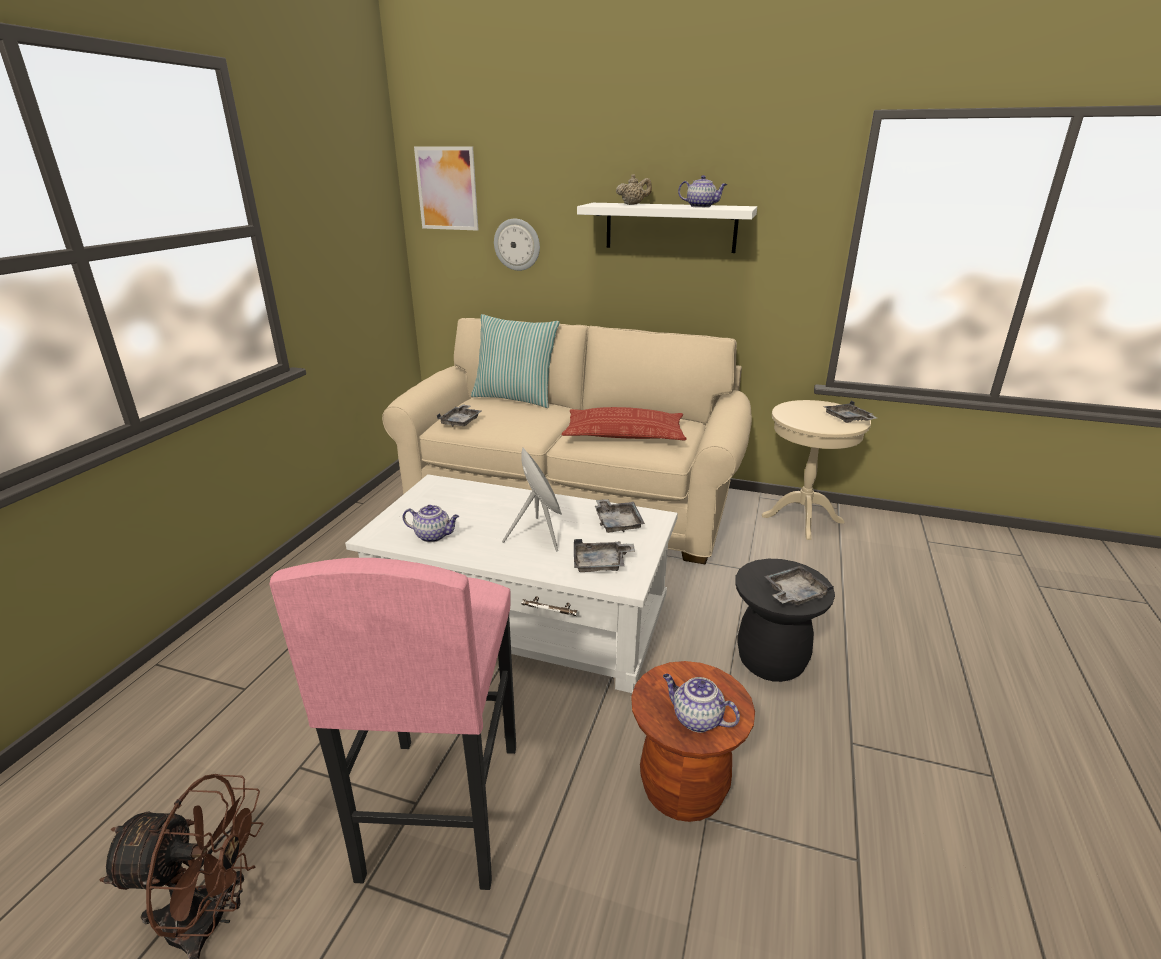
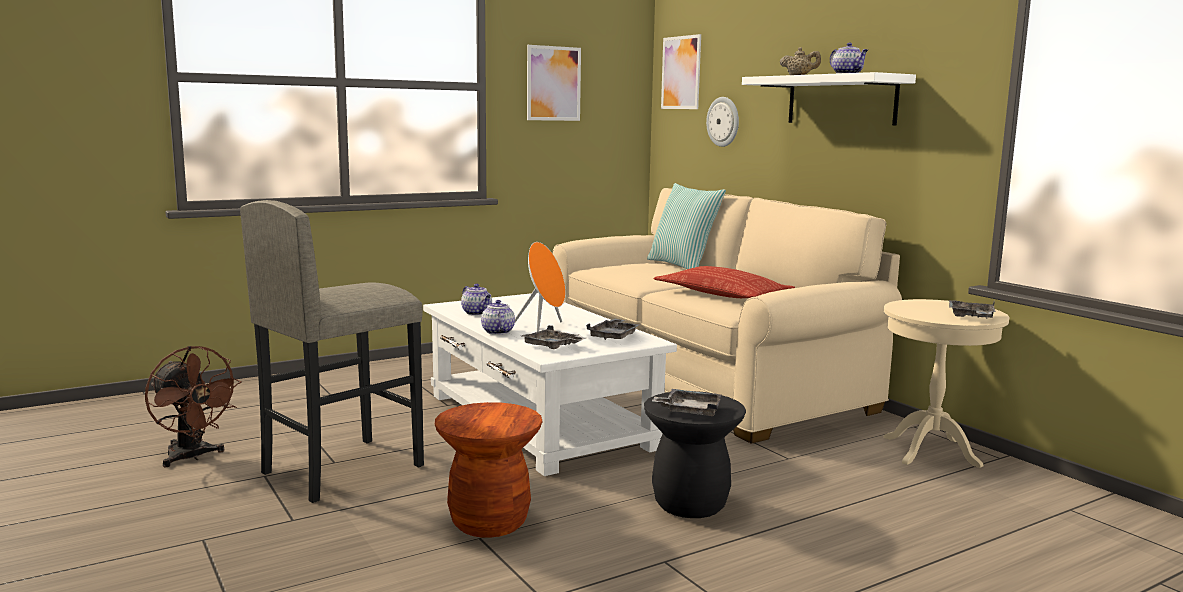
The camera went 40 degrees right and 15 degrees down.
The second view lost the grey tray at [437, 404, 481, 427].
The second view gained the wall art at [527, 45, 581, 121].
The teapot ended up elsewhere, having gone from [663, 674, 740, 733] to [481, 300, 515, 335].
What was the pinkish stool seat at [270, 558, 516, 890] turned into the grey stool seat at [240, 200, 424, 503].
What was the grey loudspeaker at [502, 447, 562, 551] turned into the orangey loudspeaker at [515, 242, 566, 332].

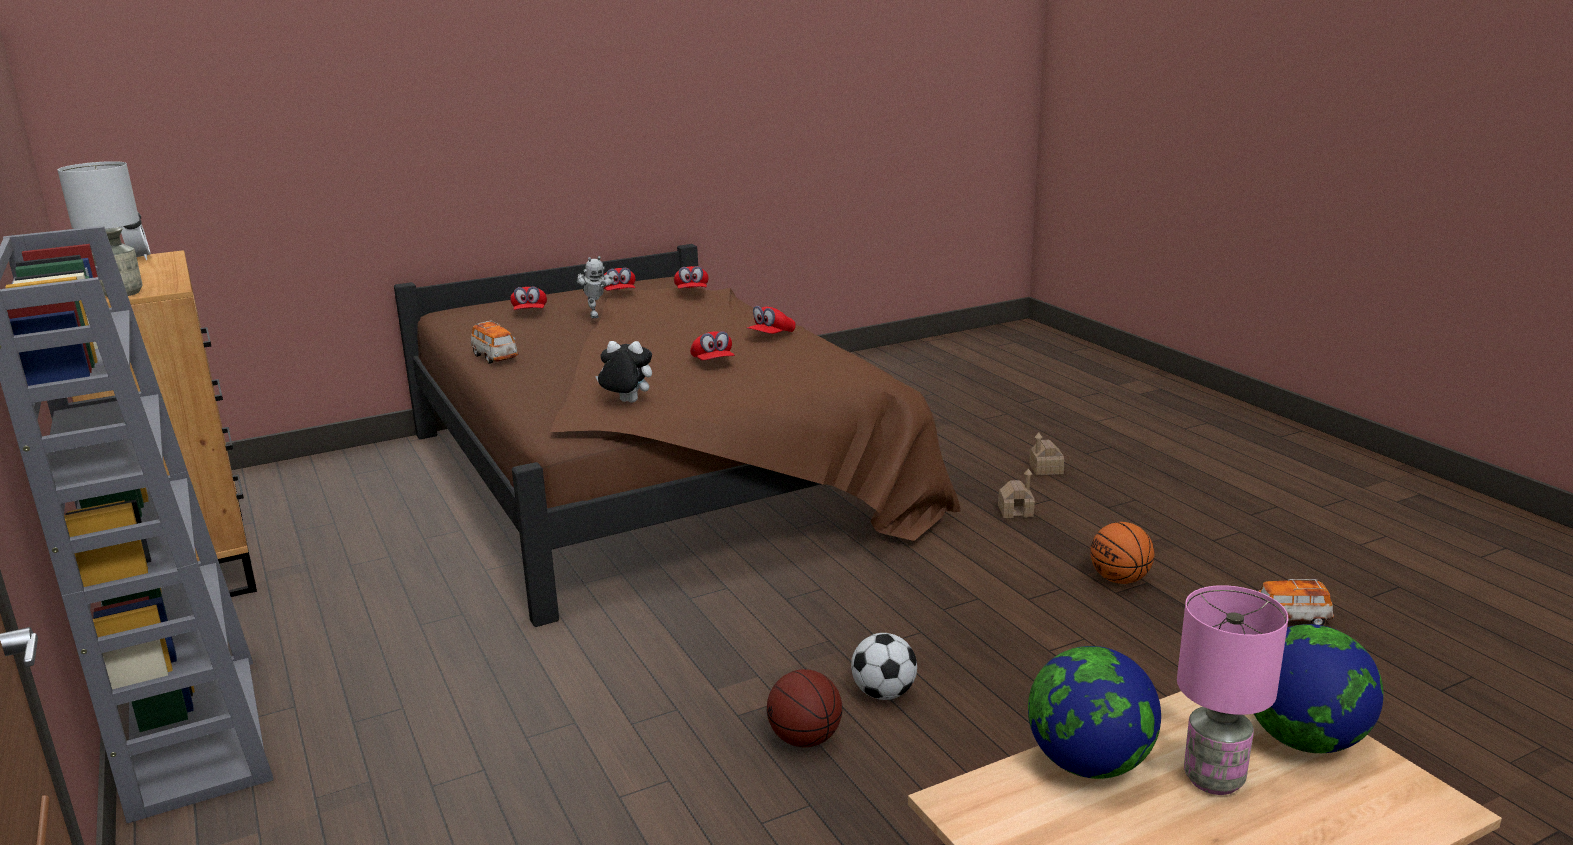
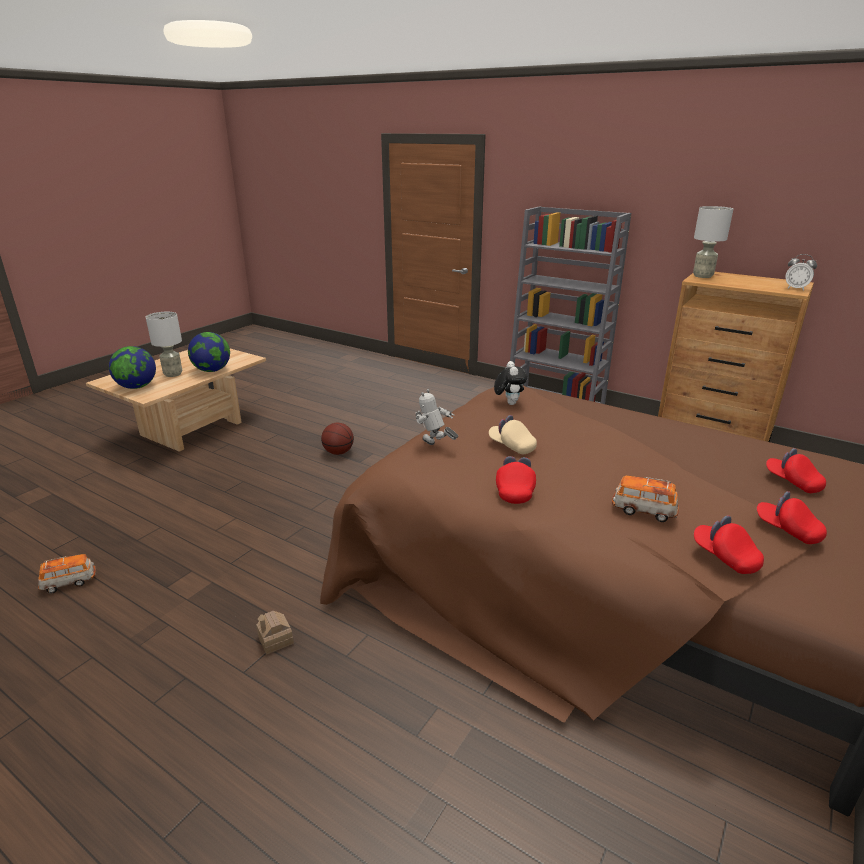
The camera went 150 degrees right and 5 degrees up.
The second view lost the football ball at [851, 633, 917, 700].
The second view lost the model house at [1029, 433, 1064, 475].
The second view lost the basketball at [1090, 522, 1155, 584].
The model car ended up elsewhere, having gone from [471, 320, 518, 364] to [612, 476, 679, 522].
The toy robot ended up elsewhere, having gone from [577, 256, 614, 318] to [416, 389, 458, 445].
What was the reddish cap at [690, 331, 735, 360] turned into the sand-coloured cap at [489, 415, 537, 454].
What was the pinkish table lamp at [1177, 585, 1288, 795] turned into the grey table lamp at [146, 312, 182, 377].
The cuddly toy at [595, 341, 652, 403] ended up facing another way, 75 degrees counterclockwise from before.

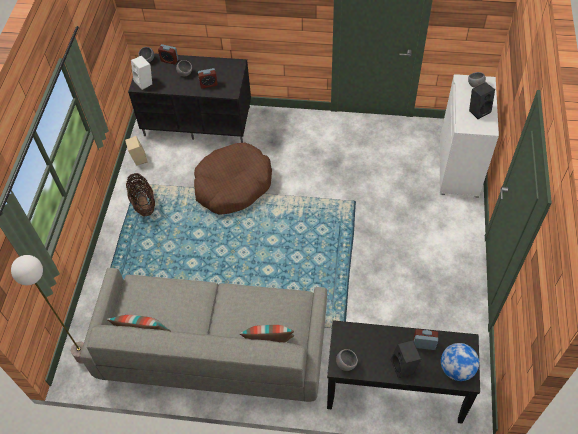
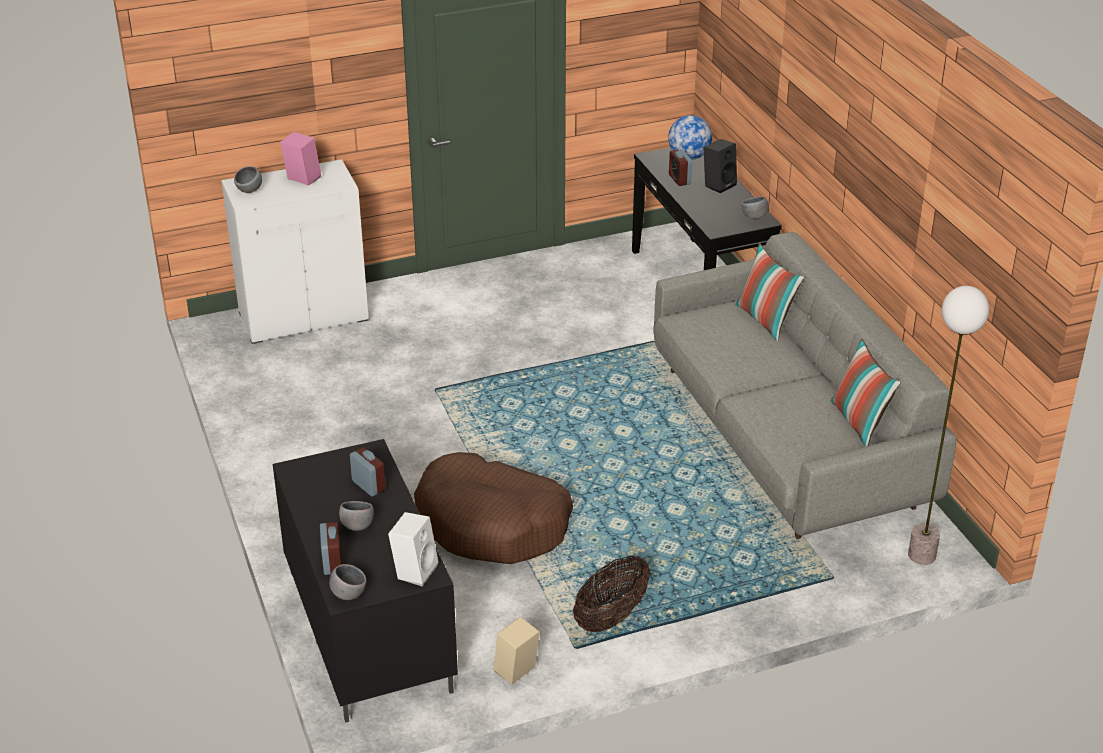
The camera went 120 degrees left and 20 degrees down.
What was the black-coloured loudspeaker at [469, 82, 495, 119] turned into the pinkish loudspeaker at [280, 132, 321, 185].

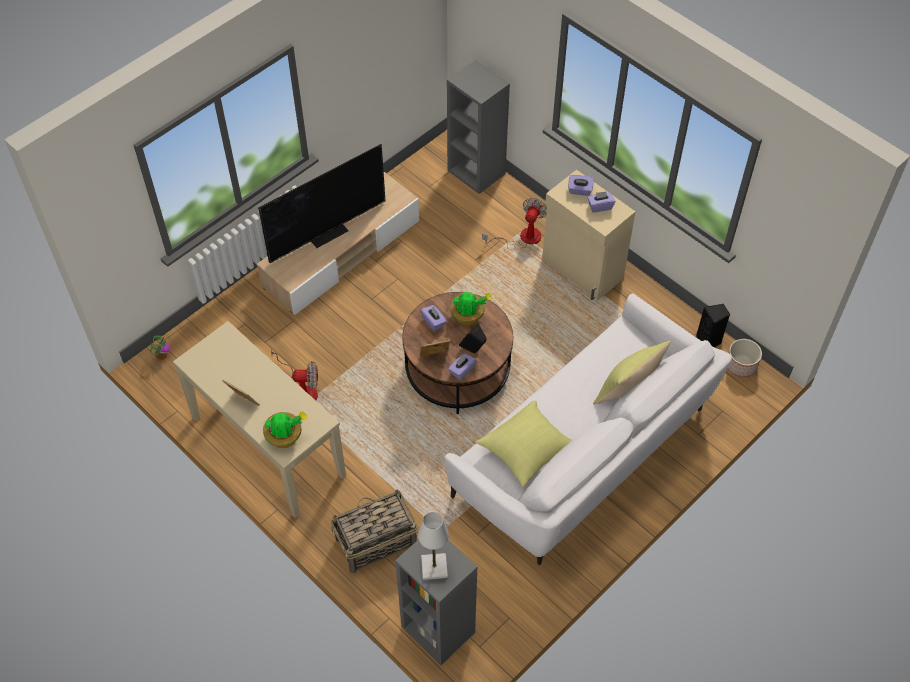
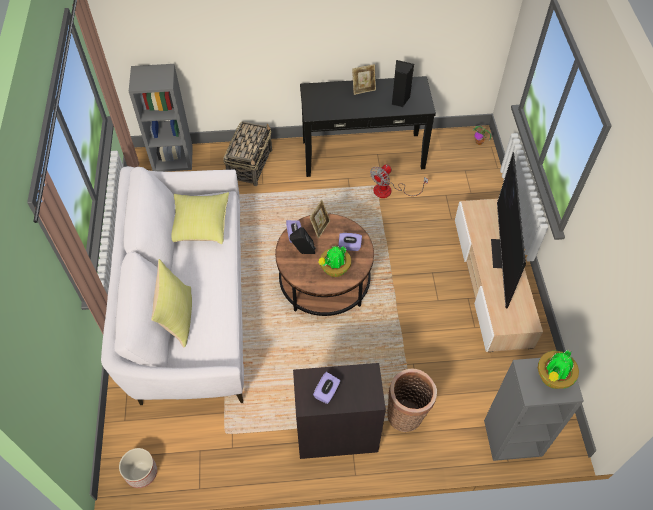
The camera went 130 degrees right and 0 degrees up.
The second view lost the white-coloured table lamp at [418, 512, 449, 580].
The second view lost the purplish tissue box at [568, 175, 594, 196].
The houseplant ended up elsewhere, having gone from [263, 412, 307, 448] to [538, 350, 579, 389].
The black-coloured loudspeaker ended up elsewhere, having gone from [696, 304, 730, 347] to [392, 60, 414, 107].
Where the electric fan stood at [482, 198, 547, 250], the storage basket came to stand at [387, 368, 437, 432].
What was the sand-coloured hall table at [173, 321, 346, 518] turned into the black-coloured hall table at [300, 76, 436, 177].
What was the sand-coloured storage cabinet at [542, 170, 636, 300] turned into the black-coloured storage cabinet at [293, 363, 386, 459].

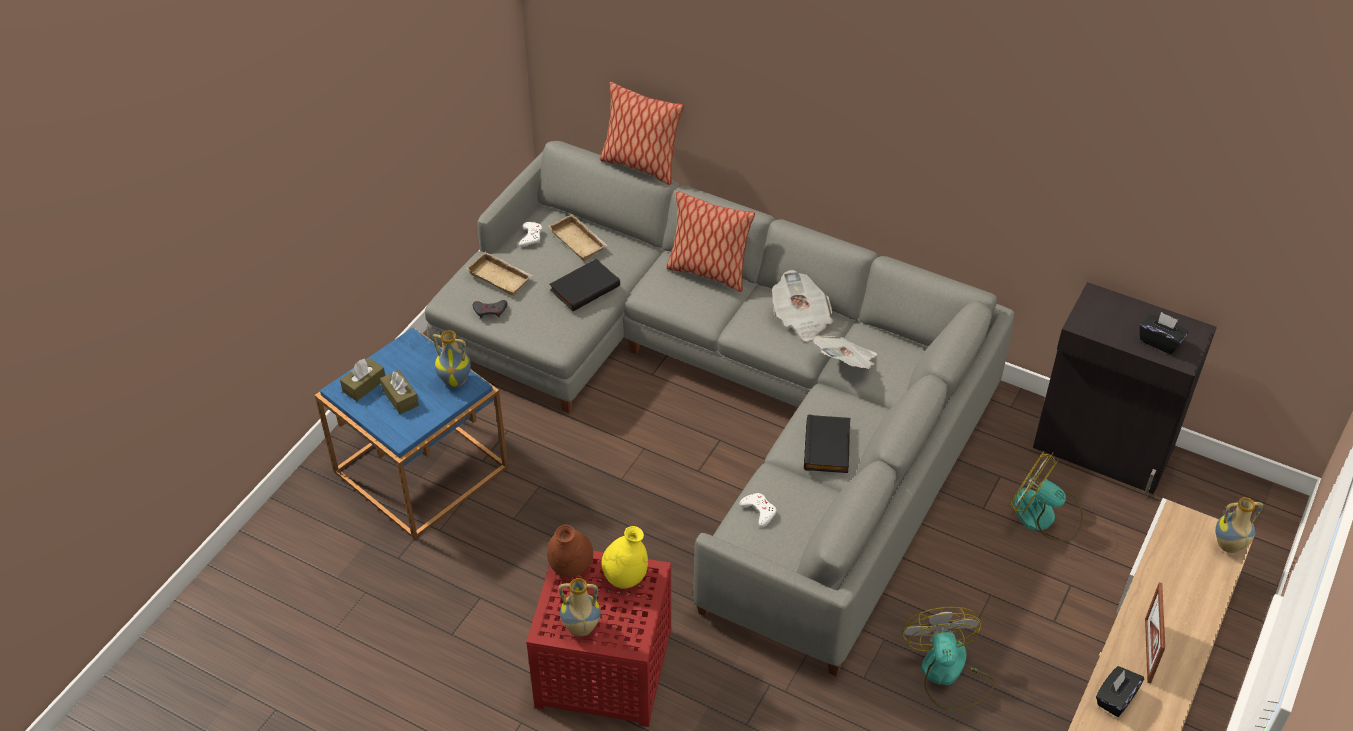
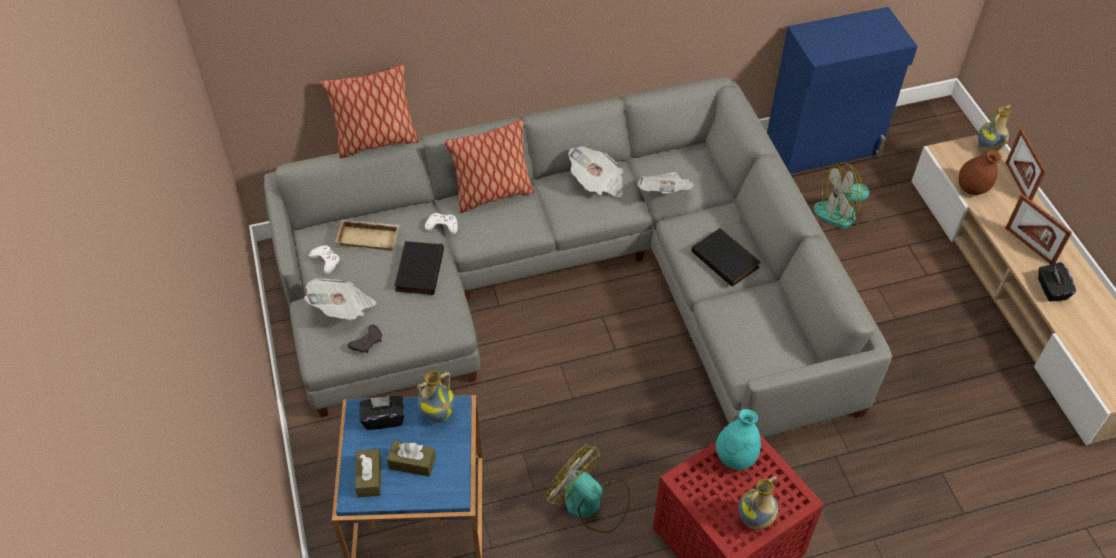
The camera went 45 degrees left and 5 degrees up.
The second view gained the standing frame at [1006, 129, 1046, 201].
The brown vase ended up elsewhere, having gone from [547, 525, 593, 577] to [959, 150, 1001, 195].
The white-coloured gamepad ended up elsewhere, having gone from [740, 493, 776, 527] to [425, 213, 458, 234].
The electric fan ended up elsewhere, having gone from [902, 607, 995, 710] to [545, 444, 630, 533].
The black-coloured tissue box ended up elsewhere, having gone from [1139, 312, 1188, 354] to [360, 396, 404, 430].
Where the sand-coloured tray stood at [466, 252, 533, 296], the daily paper came to stand at [304, 278, 376, 320].
What was the yellowish vase at [602, 526, 648, 589] turned into the blue-green vase at [716, 409, 761, 470].
What was the black-coloured storage cabinet at [1033, 282, 1217, 494] turned into the bluish storage cabinet at [767, 7, 918, 174].

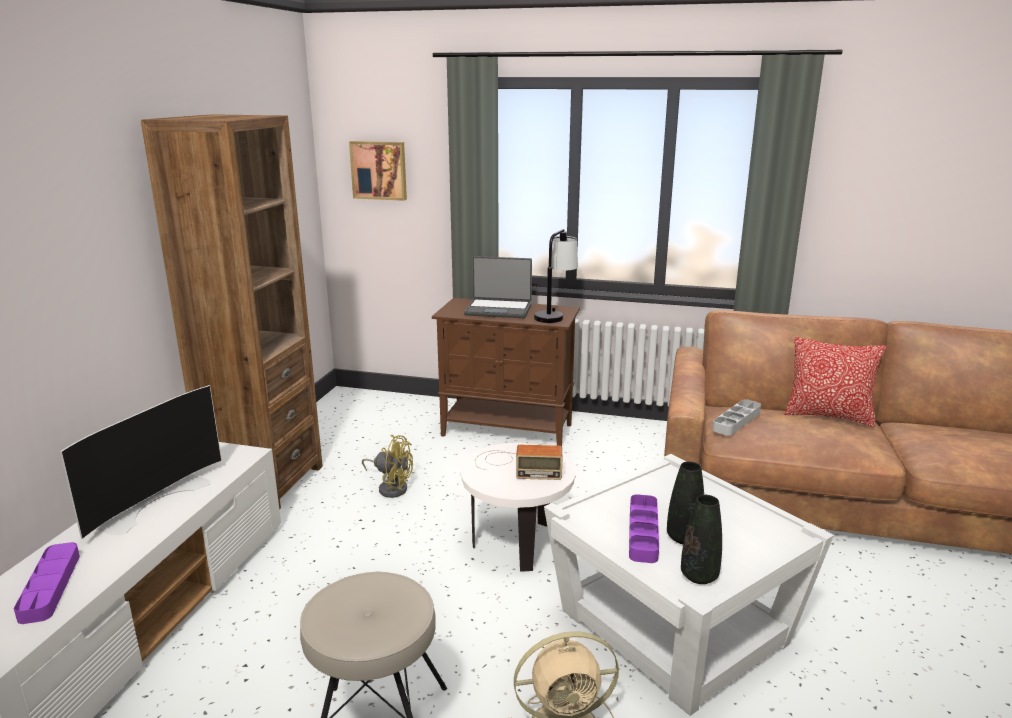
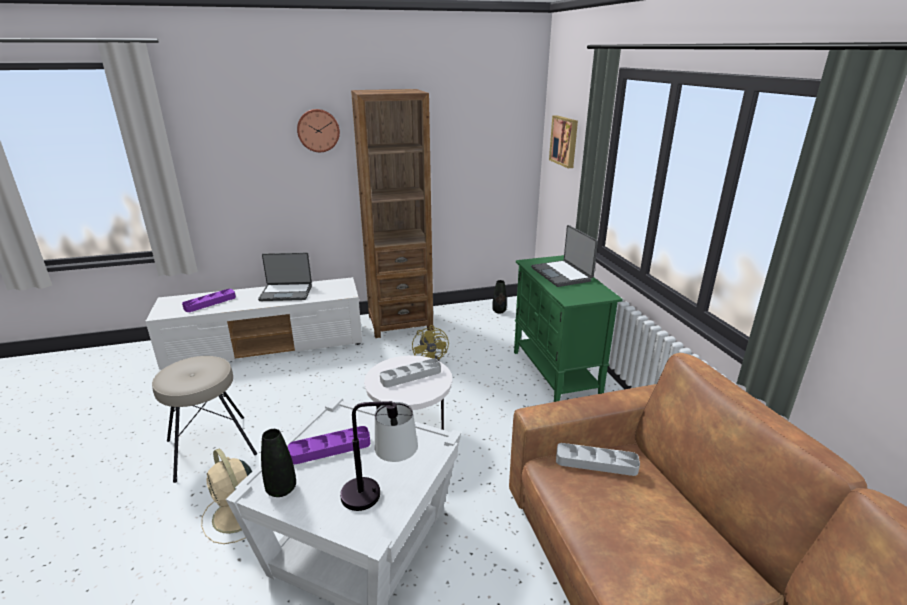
The camera went 60 degrees right and 5 degrees up.
The second view lost the throw pillow at [785, 337, 886, 427].
The second view gained the clock on the wall at [297, 109, 340, 152].
The table lamp ended up elsewhere, having gone from [534, 229, 578, 323] to [340, 401, 418, 511].
The black-coloured vase ended up elsewhere, having gone from [667, 462, 704, 544] to [492, 280, 507, 314].
Where the television stood at [60, 385, 222, 539], the laptop came to stand at [258, 252, 312, 301].
Where the radio set stood at [475, 445, 562, 480], the grey tray came to stand at [380, 358, 441, 387].
What was the brown storage cabinet at [432, 298, 580, 446] turned into the green storage cabinet at [514, 255, 623, 402].

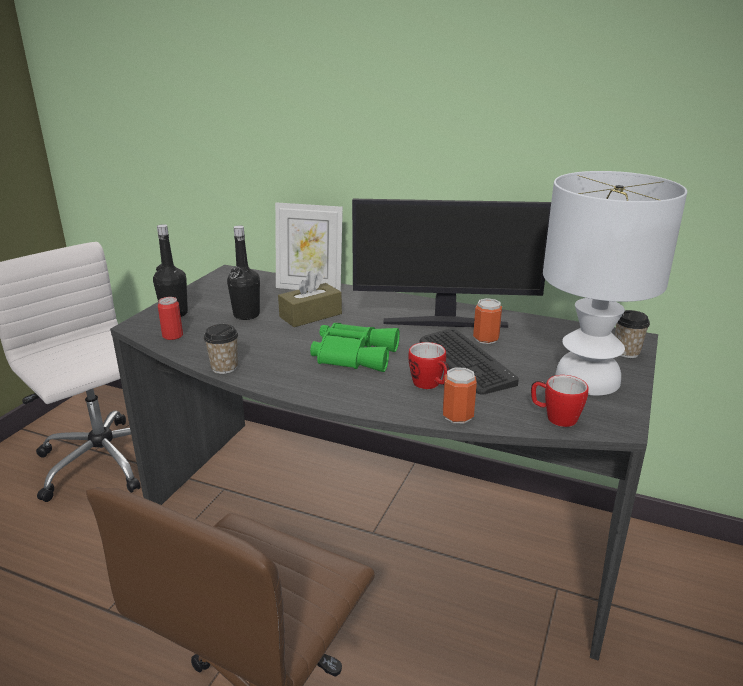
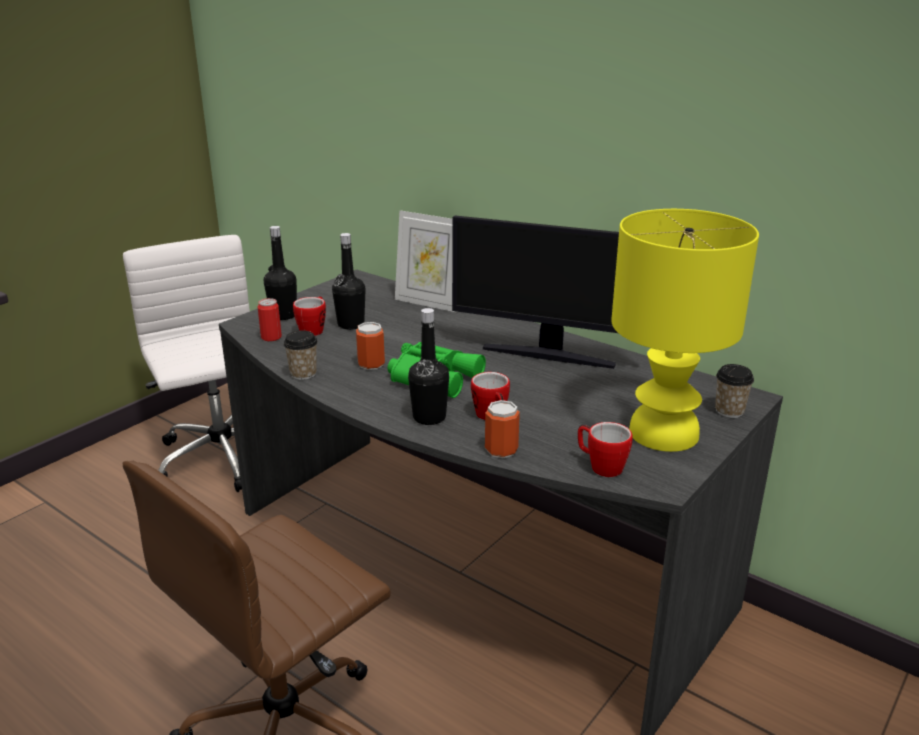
The camera went 15 degrees right and 0 degrees up.
The second view lost the brown tissue box at [278, 271, 342, 327].
The second view lost the PC keyboard at [419, 328, 519, 394].
The second view gained the mug at [293, 296, 326, 336].
The second view gained the black-coloured drink bottle at [408, 308, 449, 425].
The sealed can ended up elsewhere, having gone from [473, 298, 502, 344] to [356, 322, 385, 370].
What was the white-coloured table lamp at [543, 171, 687, 396] turned into the yellowish table lamp at [611, 209, 759, 452].

